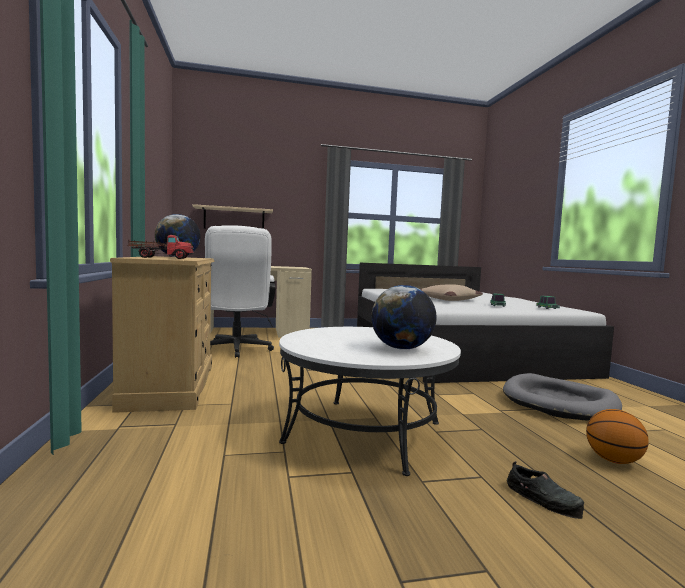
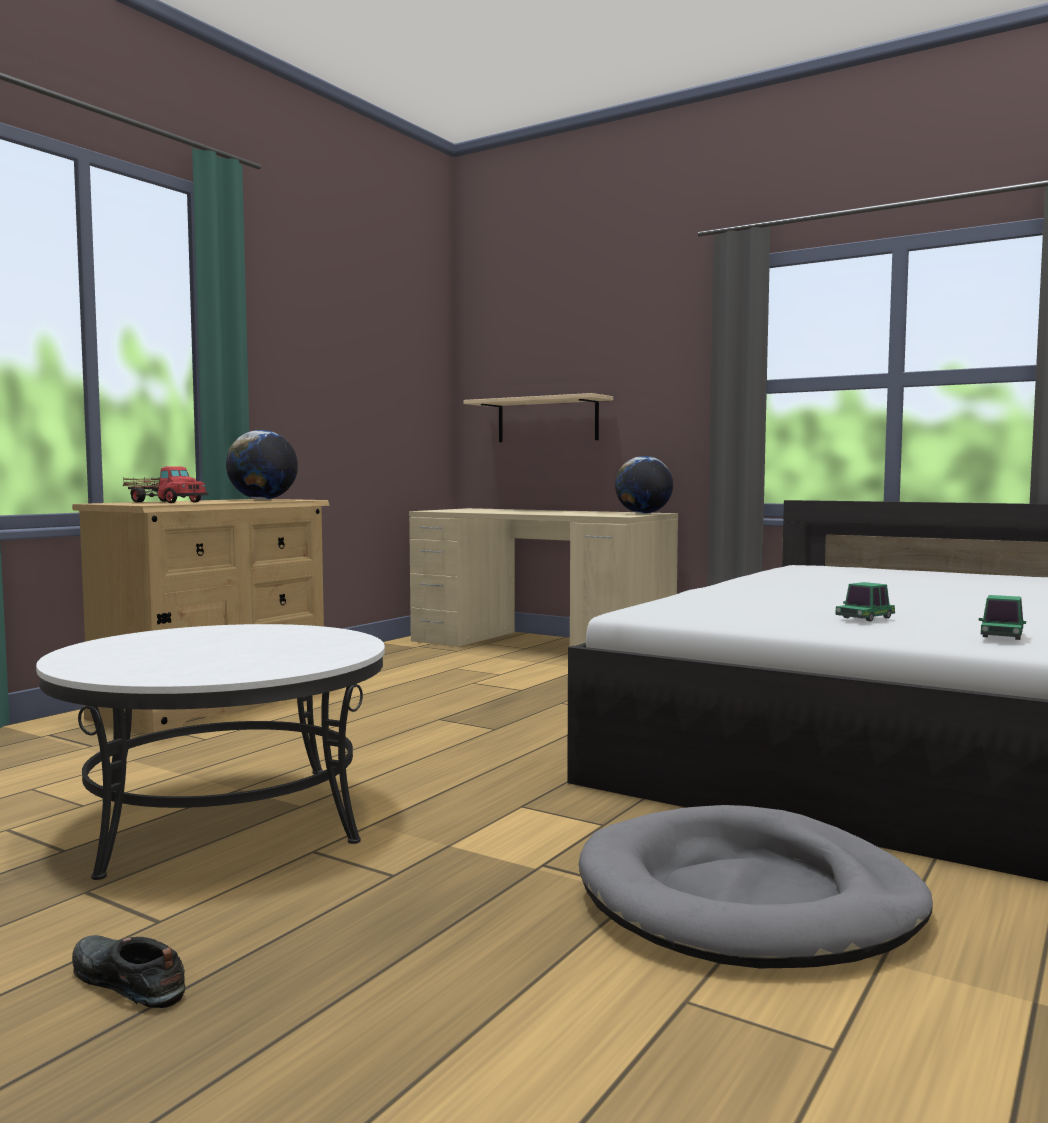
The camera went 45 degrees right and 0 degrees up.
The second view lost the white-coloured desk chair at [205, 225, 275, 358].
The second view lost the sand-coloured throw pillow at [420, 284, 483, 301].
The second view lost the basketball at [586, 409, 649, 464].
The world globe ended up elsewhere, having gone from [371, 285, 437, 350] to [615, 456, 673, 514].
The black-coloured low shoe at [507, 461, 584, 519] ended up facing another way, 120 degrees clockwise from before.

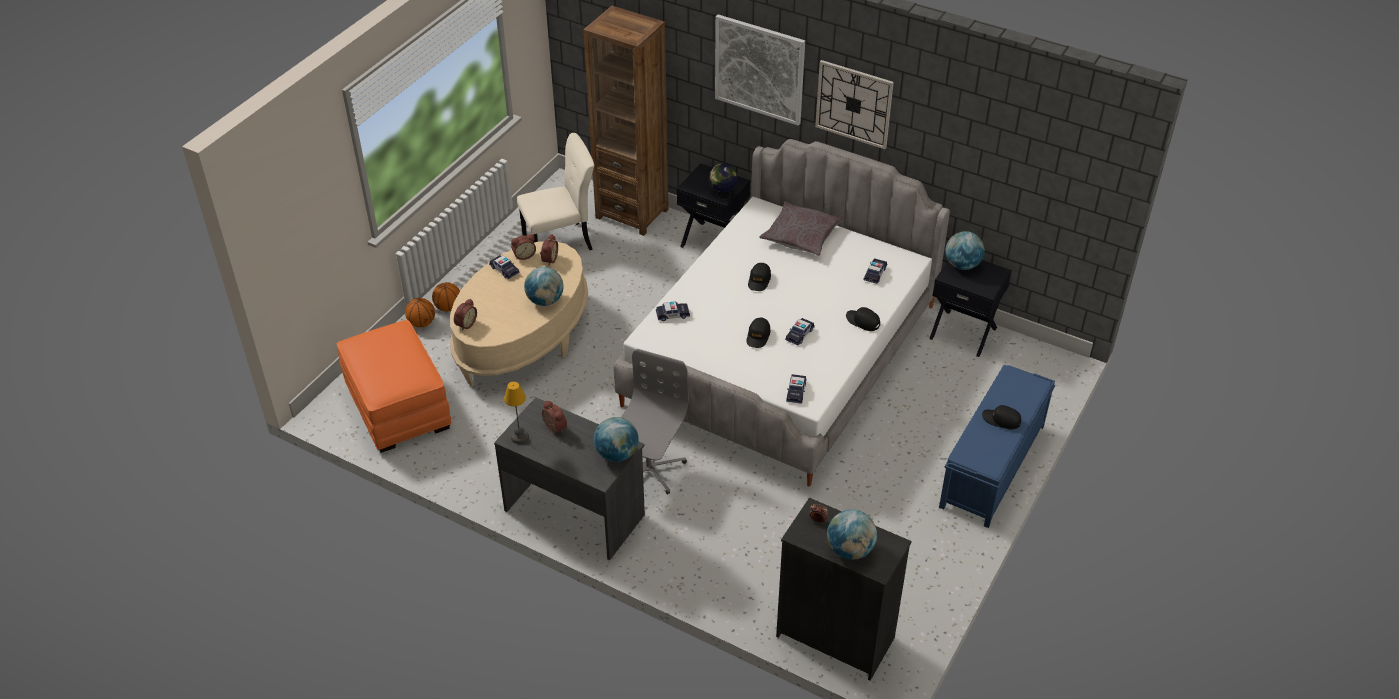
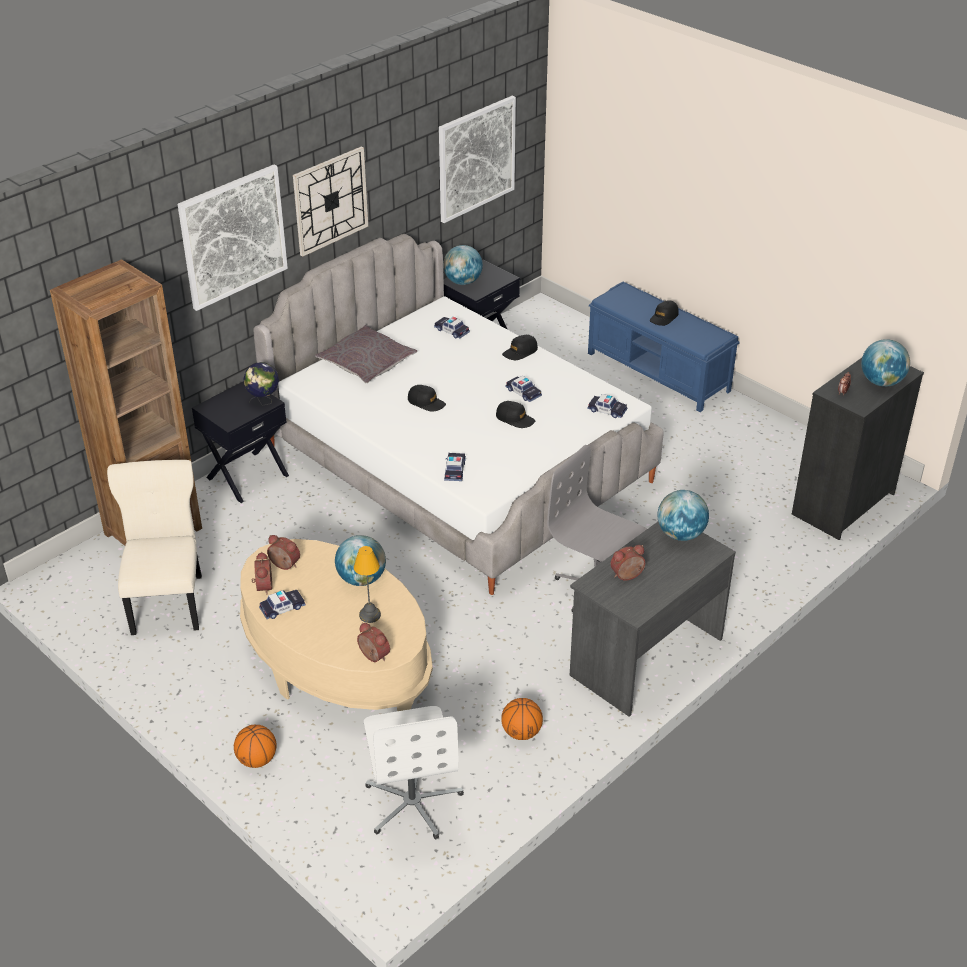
The camera went 75 degrees left and 5 degrees down.
The second view gained the wall art at [439, 96, 516, 223].
The basketball ended up elsewhere, having gone from [432, 282, 460, 312] to [501, 698, 543, 740].
The table lamp ended up elsewhere, having gone from [504, 382, 529, 444] to [354, 546, 381, 623].
Where the orangey pouffe stood at [337, 320, 452, 453], the white-coloured desk chair came to stand at [364, 706, 464, 839].

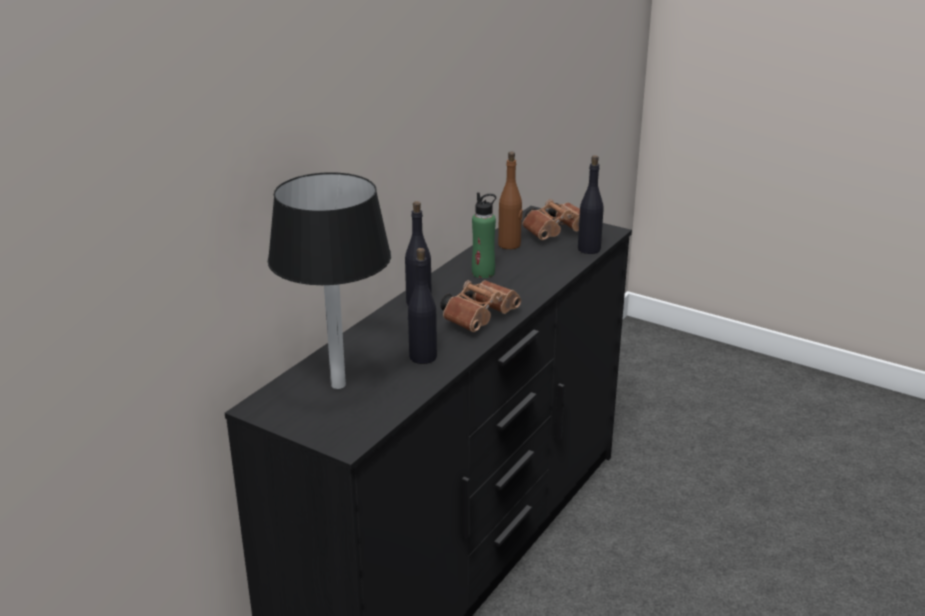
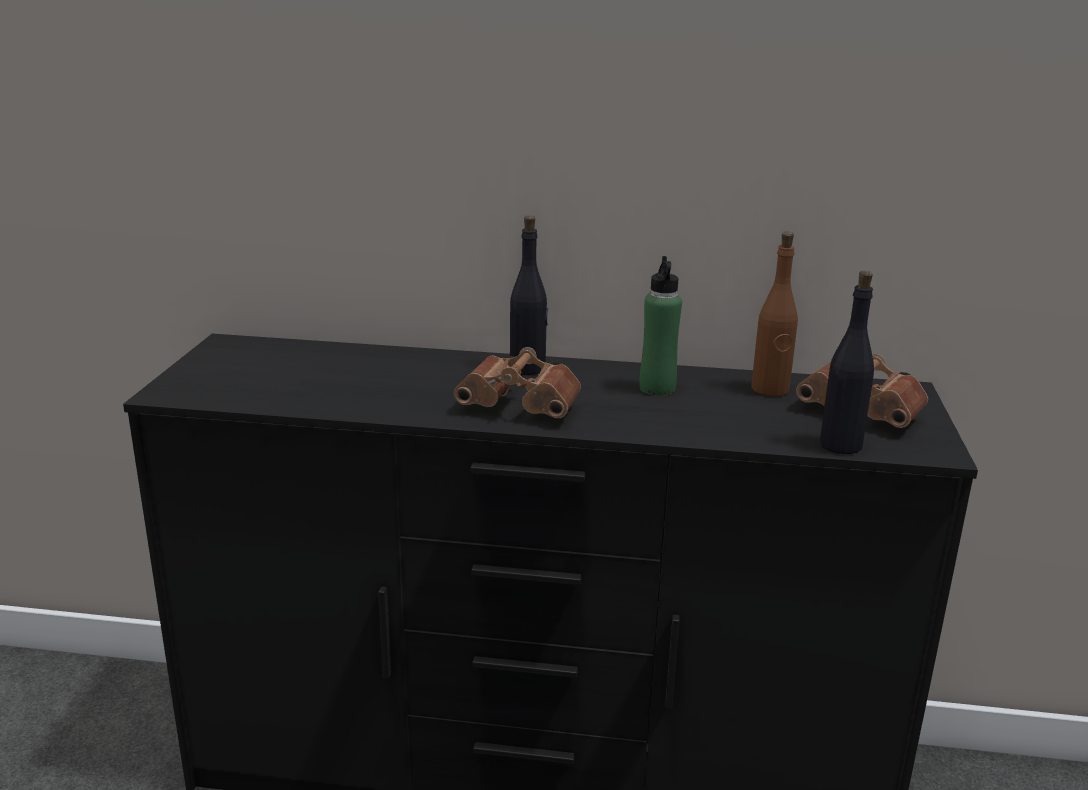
The camera went 65 degrees right and 5 degrees down.
The second view lost the black-coloured table lamp at [268, 172, 391, 389].
The second view lost the black-coloured drink bottle at [408, 248, 437, 364].

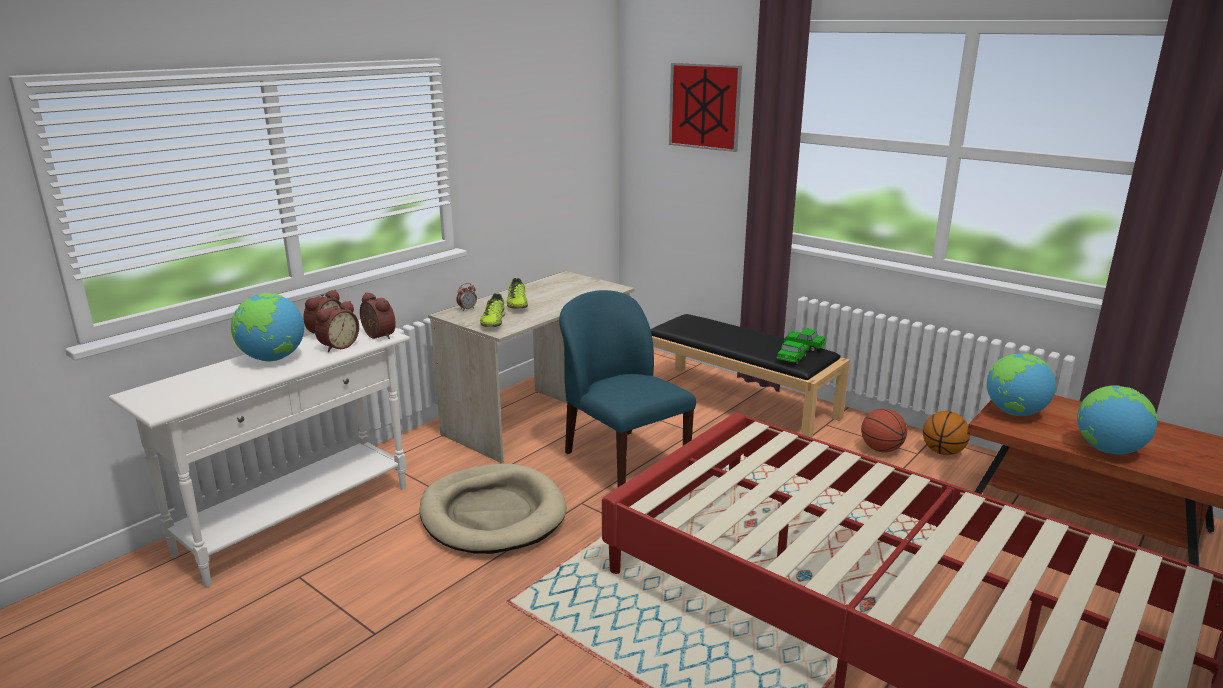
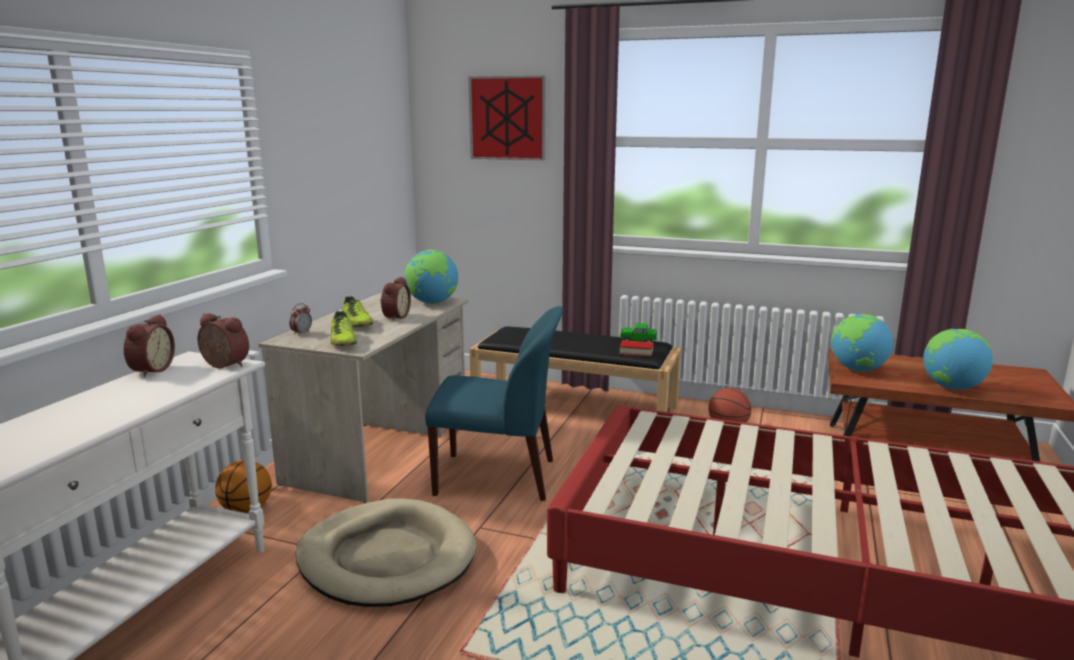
The camera went 20 degrees left and 5 degrees down.
The world globe ended up elsewhere, having gone from [231, 293, 304, 361] to [404, 250, 458, 304].
The alarm clock ended up elsewhere, having gone from [315, 301, 359, 352] to [380, 277, 411, 321].
The basketball ended up elsewhere, having gone from [923, 411, 970, 455] to [215, 460, 272, 513].
Where the model car stood at [777, 340, 809, 365], the volume came to stand at [619, 340, 654, 357].
The bluish upright chair at [559, 290, 696, 487] ended up facing another way, 150 degrees clockwise from before.

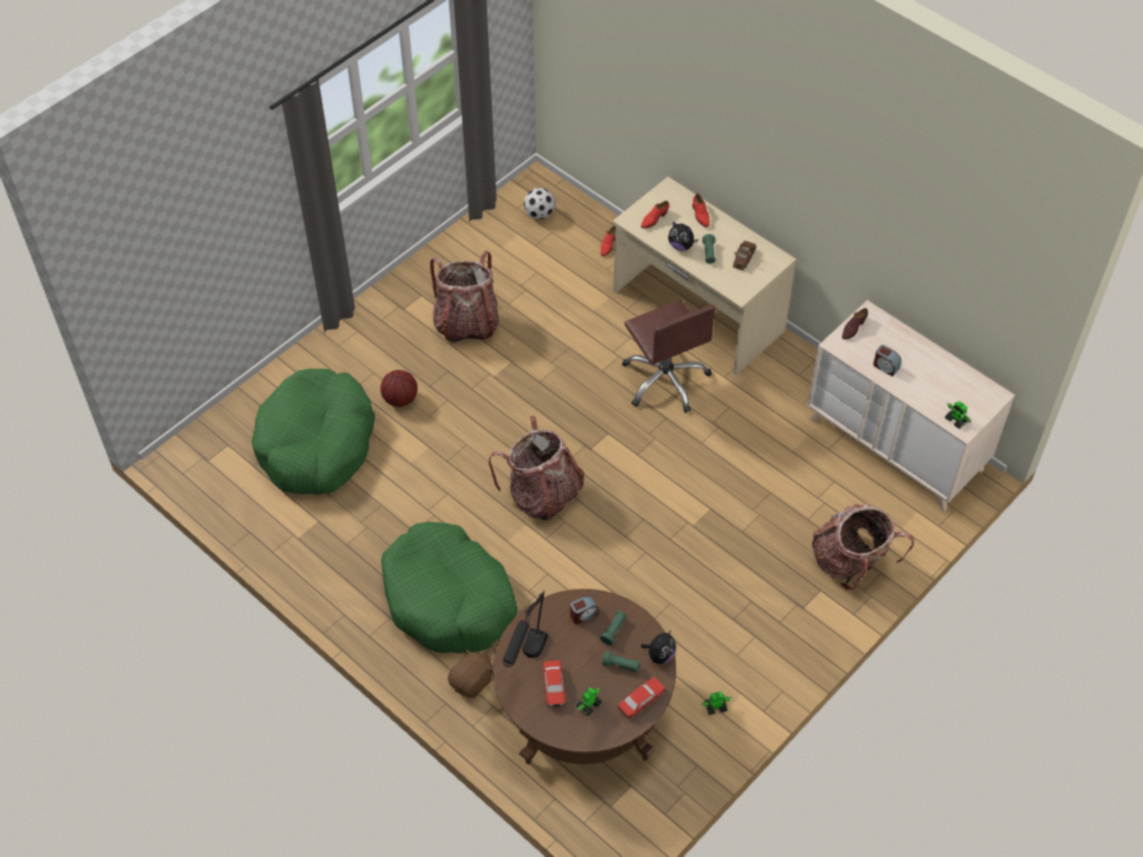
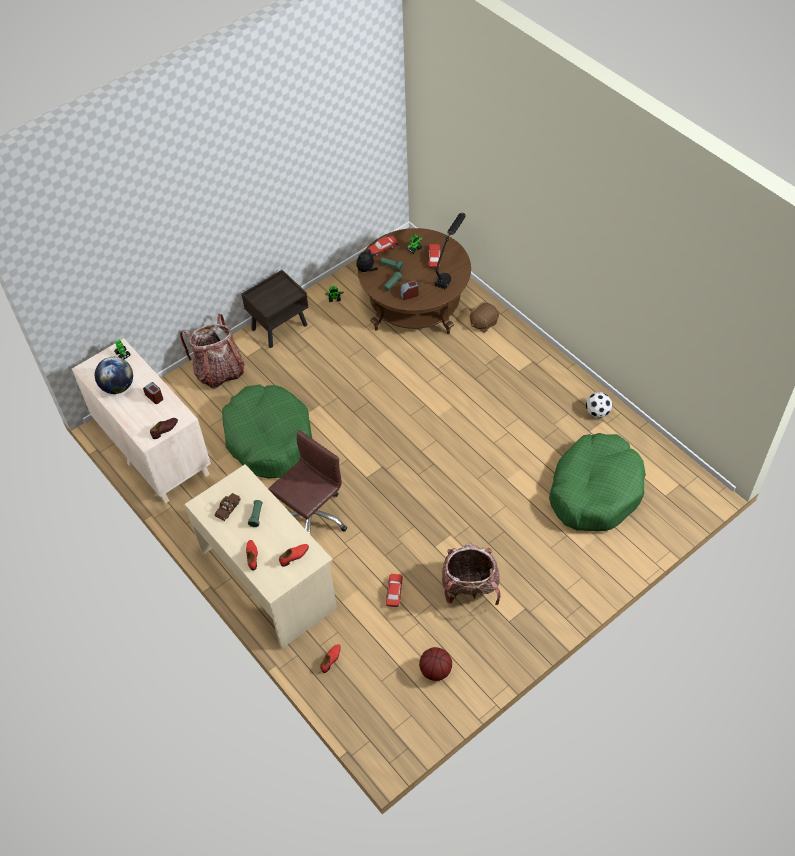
The camera went 170 degrees left and 0 degrees up.
The second view lost the rucksack at [489, 416, 584, 521].
The second view lost the cuddly toy at [668, 222, 698, 251].
The second view gained the world globe at [95, 357, 133, 394].
The second view gained the brown night table at [242, 270, 309, 348].
The second view gained the model car at [386, 574, 403, 607].
The basketball ended up elsewhere, having gone from [380, 370, 418, 407] to [419, 647, 452, 681].
The green dog bed ended up elsewhere, having gone from [381, 522, 518, 653] to [222, 385, 312, 479].
The football ball ended up elsewhere, having gone from [524, 188, 555, 219] to [586, 392, 612, 418].
The brown desk chair at [622, 299, 716, 413] ended up facing another way, 60 degrees clockwise from before.

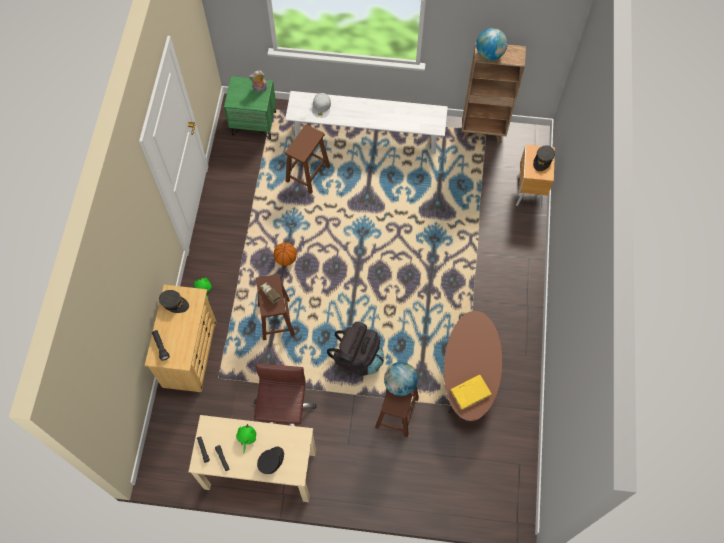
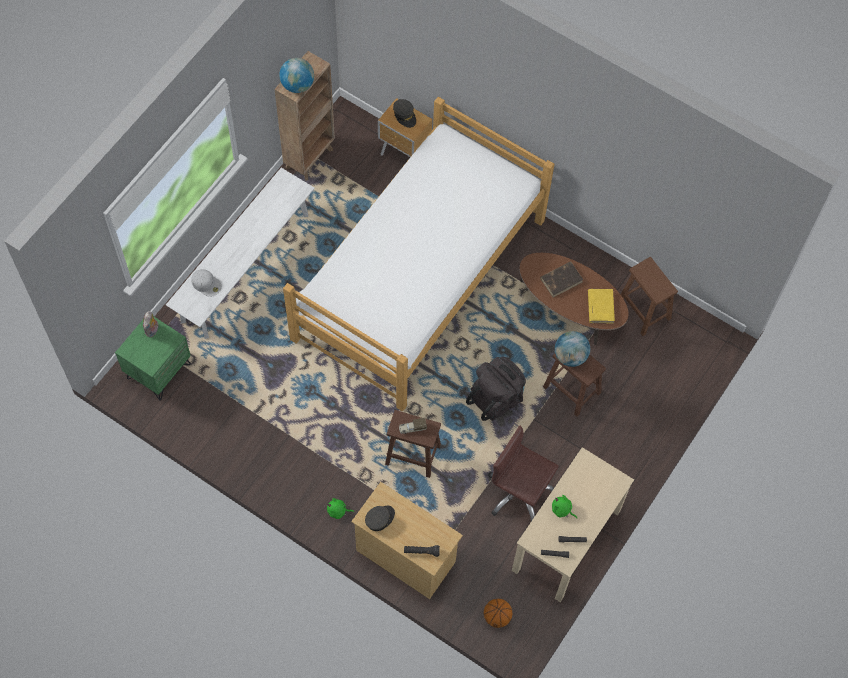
The camera went 65 degrees left and 0 degrees up.
The second view lost the black-coloured cap at [257, 447, 284, 474].
The second view gained the bed at [283, 97, 555, 411].
The second view gained the brown volume at [540, 262, 583, 297].
The basketball ended up elsewhere, having gone from [274, 243, 297, 266] to [484, 599, 512, 628].
The brown stool seat ended up elsewhere, having gone from [285, 124, 330, 194] to [620, 257, 678, 336].

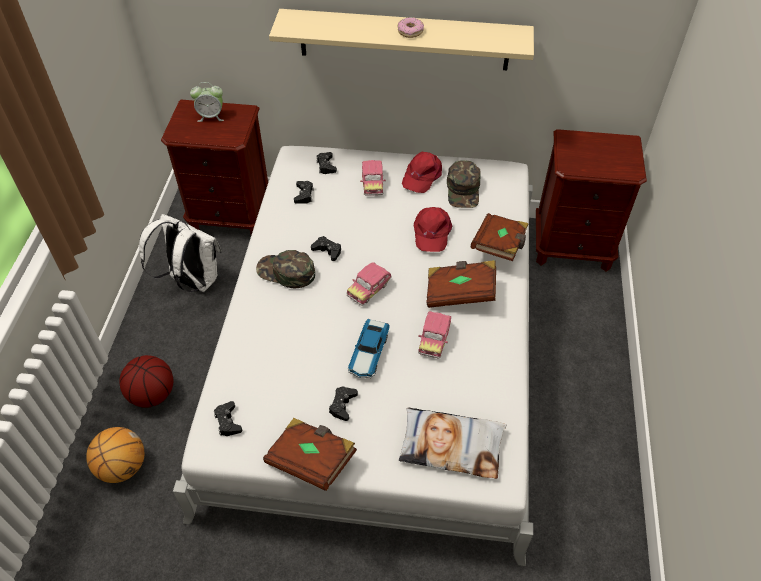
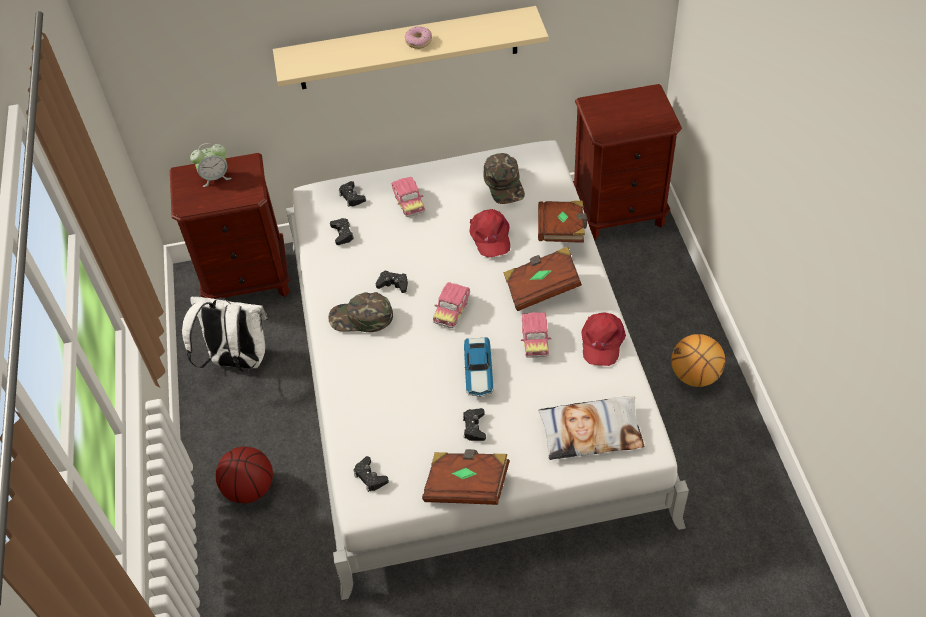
The camera went 15 degrees left and 0 degrees up.
The basketball ended up elsewhere, having gone from [86, 427, 144, 483] to [671, 334, 725, 387].
The reddish cap ended up elsewhere, having gone from [402, 152, 442, 193] to [582, 312, 626, 366].

